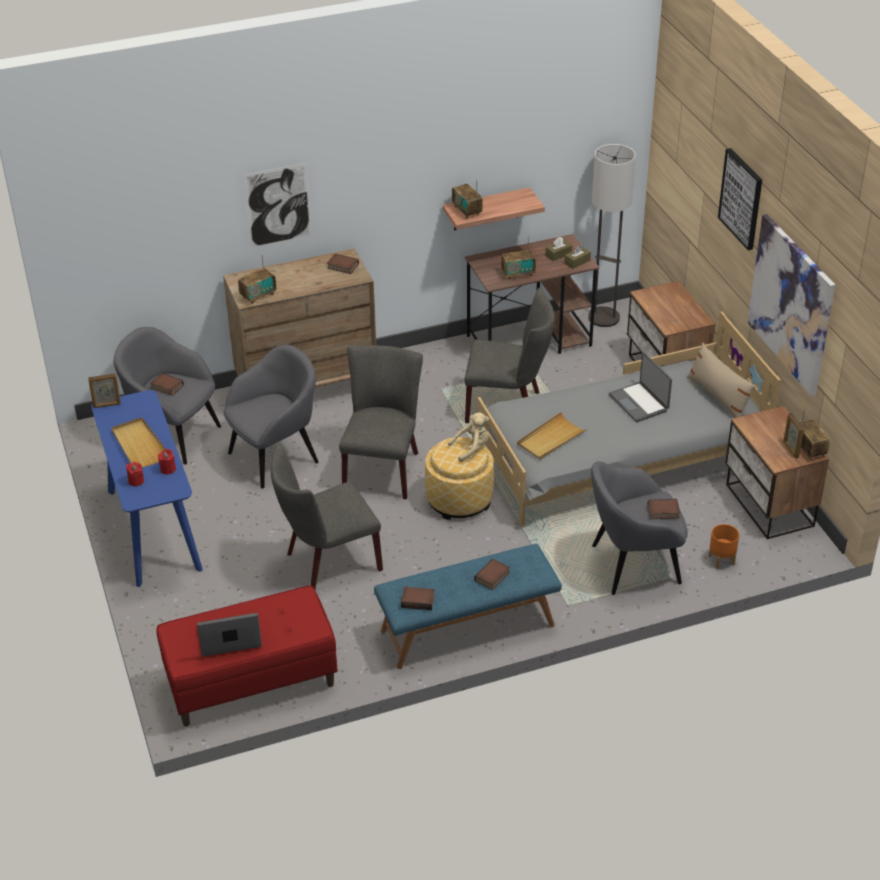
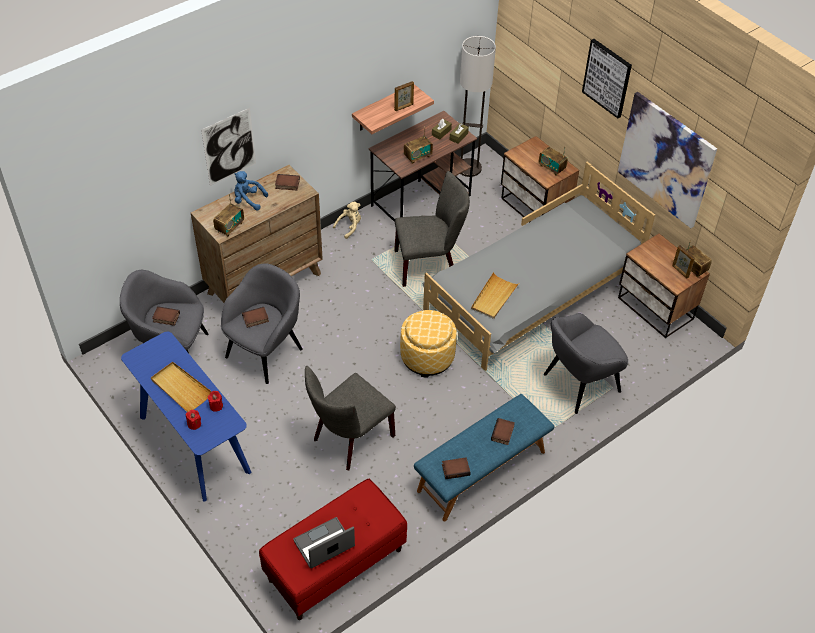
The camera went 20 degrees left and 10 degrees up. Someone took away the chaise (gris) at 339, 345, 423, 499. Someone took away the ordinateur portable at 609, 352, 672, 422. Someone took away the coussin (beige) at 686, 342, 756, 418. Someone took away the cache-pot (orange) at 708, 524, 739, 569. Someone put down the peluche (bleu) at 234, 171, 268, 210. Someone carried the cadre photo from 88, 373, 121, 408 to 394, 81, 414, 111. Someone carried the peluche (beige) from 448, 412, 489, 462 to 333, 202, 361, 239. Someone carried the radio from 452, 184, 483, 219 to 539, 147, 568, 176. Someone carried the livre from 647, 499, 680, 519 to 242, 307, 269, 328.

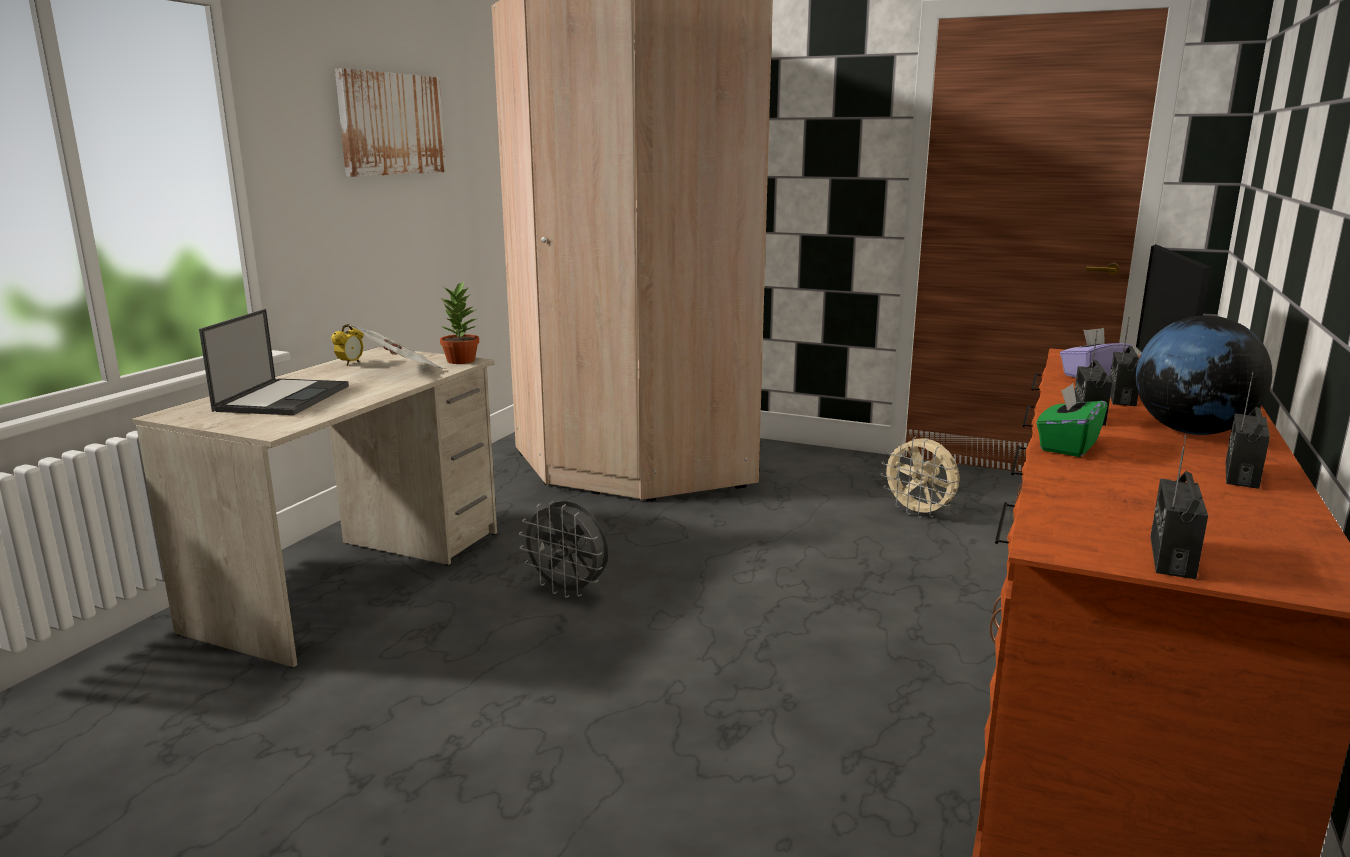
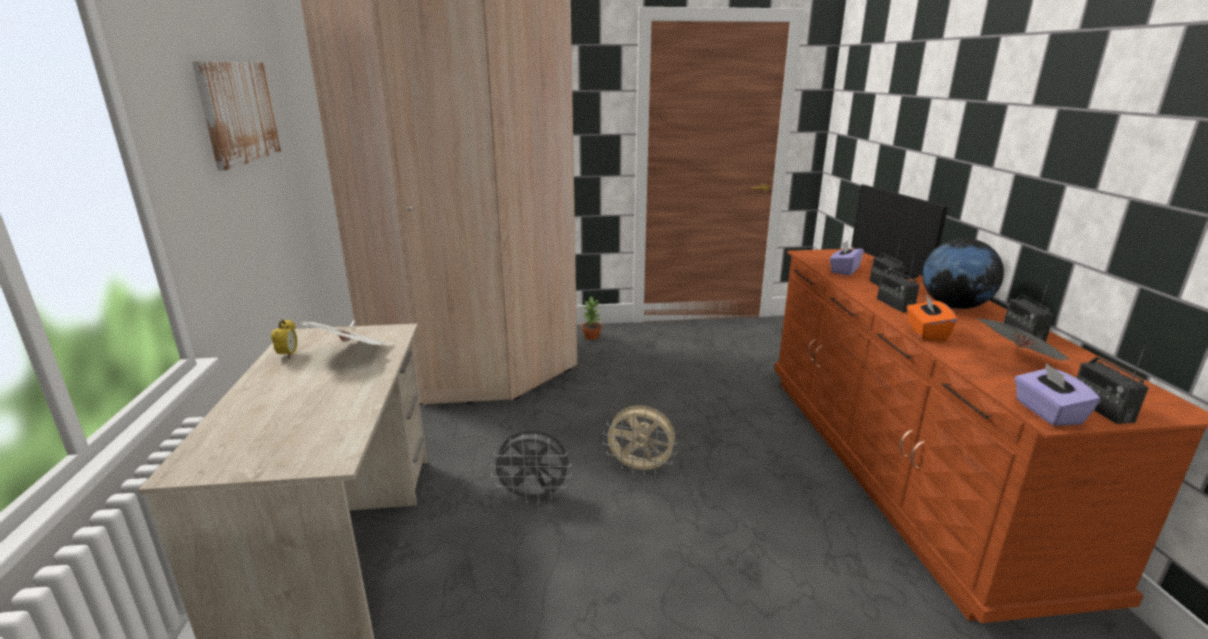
The camera went 30 degrees left and 5 degrees up. Someone took away the ordinateur portable at 199, 309, 349, 415. Someone put down the journal at 976, 318, 1071, 362. Someone put down the boîte à mouchoirs (violet) at 1015, 362, 1100, 426. Someone carried the plante en pot from 440, 280, 479, 364 to 582, 296, 602, 340. Someone carried the ventilateur (beige) from 880, 437, 960, 518 to 603, 405, 677, 476. Someone repainted the boîte à mouchoirs (vert) at 1036, 383, 1107, 457, which became the boîte à mouchoirs (orange) at 907, 295, 957, 341.

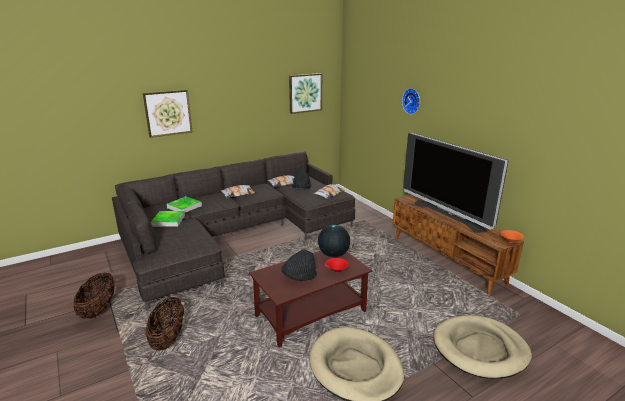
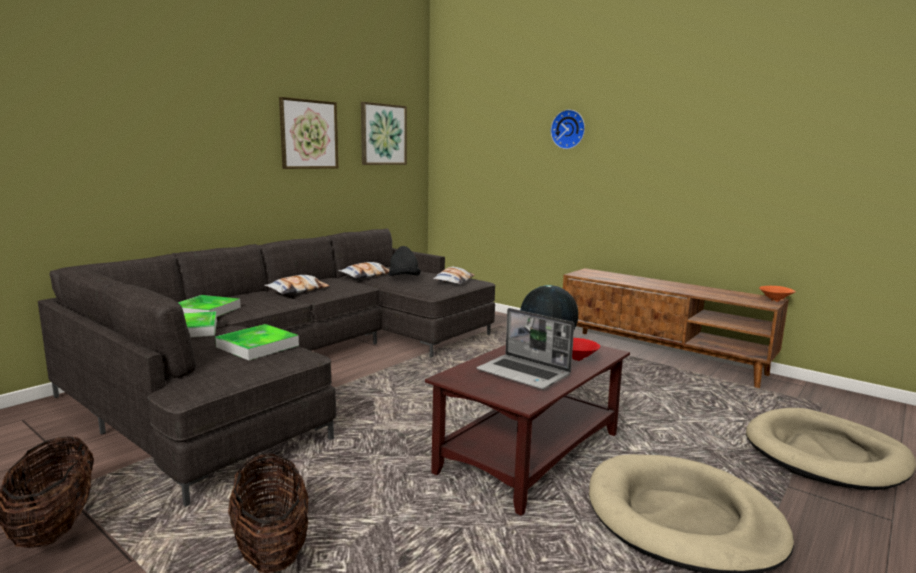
The camera went 20 degrees left and 10 degrees down. Someone took away the téléviseur at 403, 132, 509, 233. Someone put down the plateau at 215, 324, 299, 360. Someone carried the tableau from 143, 90, 193, 138 to 279, 97, 338, 169. Someone swapped the chapeau (noir) at 281, 250, 317, 281 for the ordinateur portable at 476, 308, 574, 389.

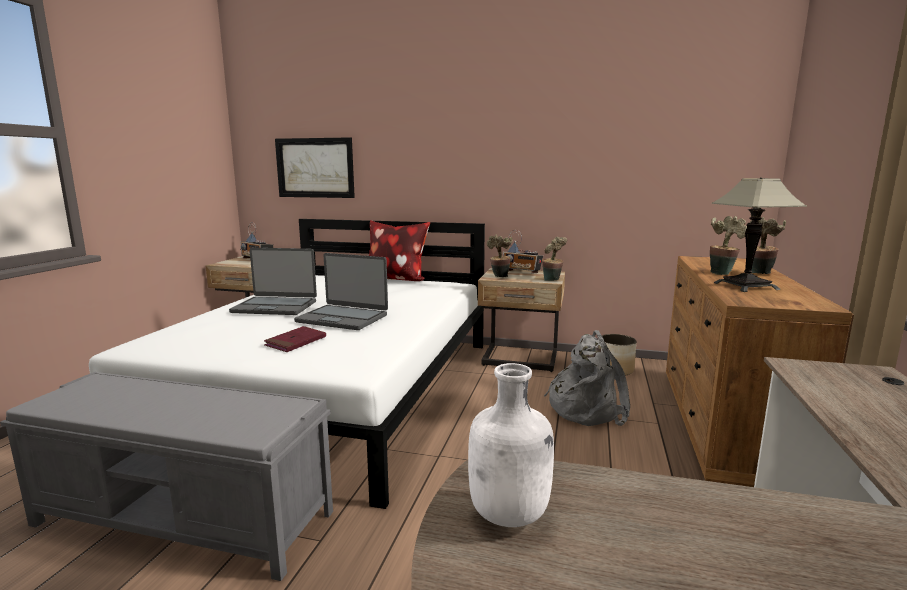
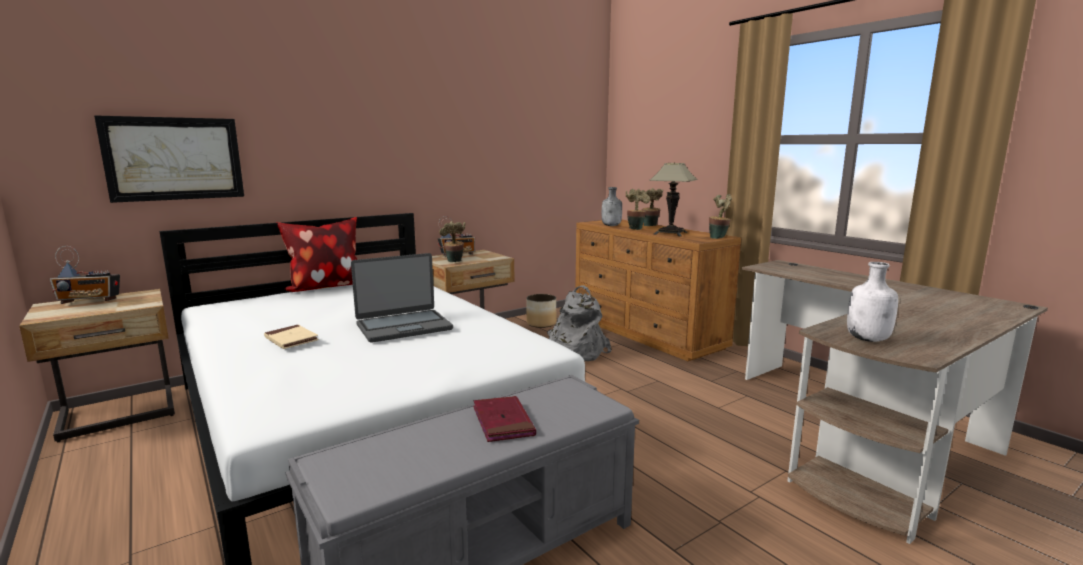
The camera went 50 degrees left and 0 degrees up. Someone put down the bouteille (gris) at 602, 187, 622, 226. Someone carried the livre (rouge) from 264, 326, 326, 352 to 473, 396, 536, 442. Someone carried the plante en pot from 542, 237, 567, 281 to 709, 194, 732, 239. Someone swapped the ordinateur portable at 229, 248, 317, 315 for the livre (beige) at 264, 325, 319, 349.

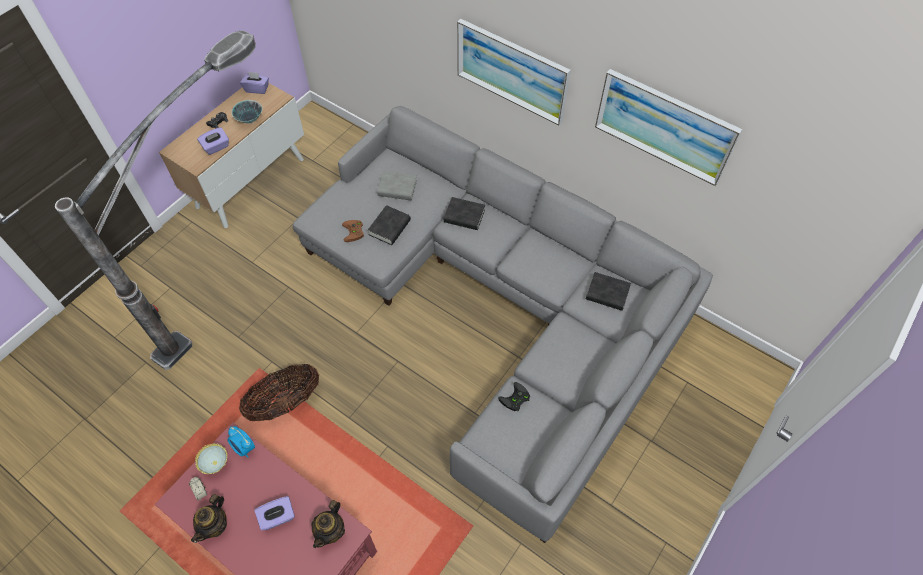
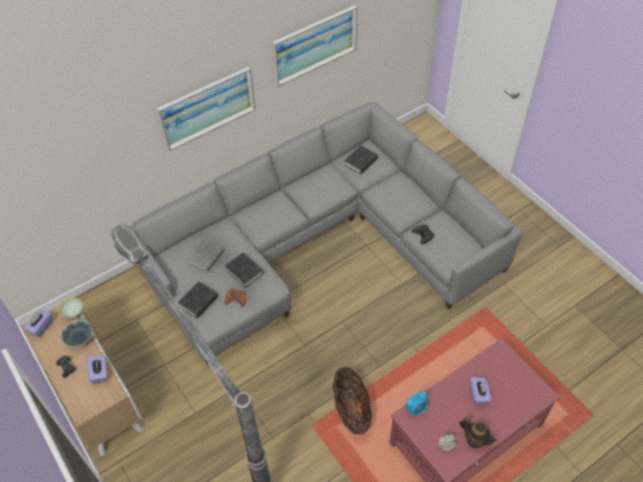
The camera went 70 degrees left and 5 degrees down. Someone took away the théière at 311, 500, 345, 548. Someone carried the bol from 195, 443, 227, 474 to 58, 297, 83, 318. Someone carried the livre (noir) from 444, 197, 485, 230 to 178, 281, 218, 318.

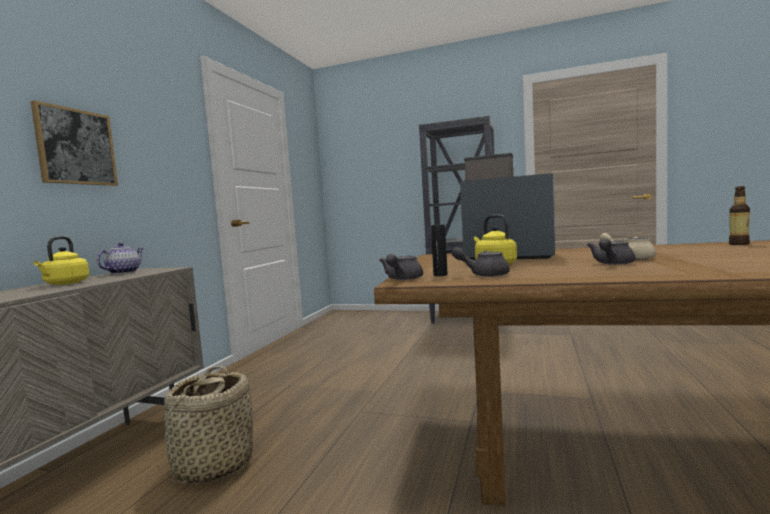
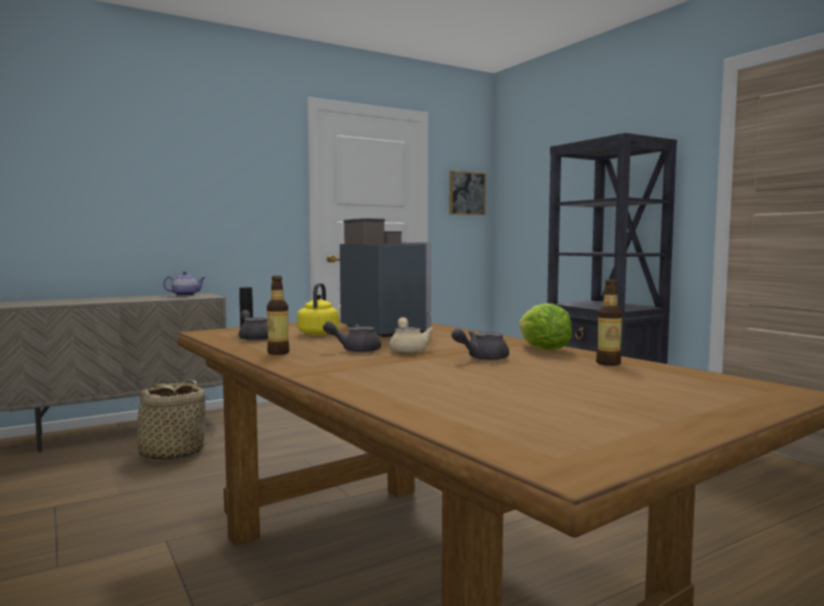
The camera went 40 degrees right and 0 degrees up. Someone took away the bouilloire (jaune) at 33, 236, 90, 285. Someone put down the bouteille at 267, 276, 289, 355. Someone put down the laitue at 519, 303, 572, 350. Someone carried the tableau from 31, 100, 118, 186 to 450, 170, 486, 215. Someone carried the théière (gris) from 379, 254, 423, 280 to 452, 328, 509, 361.

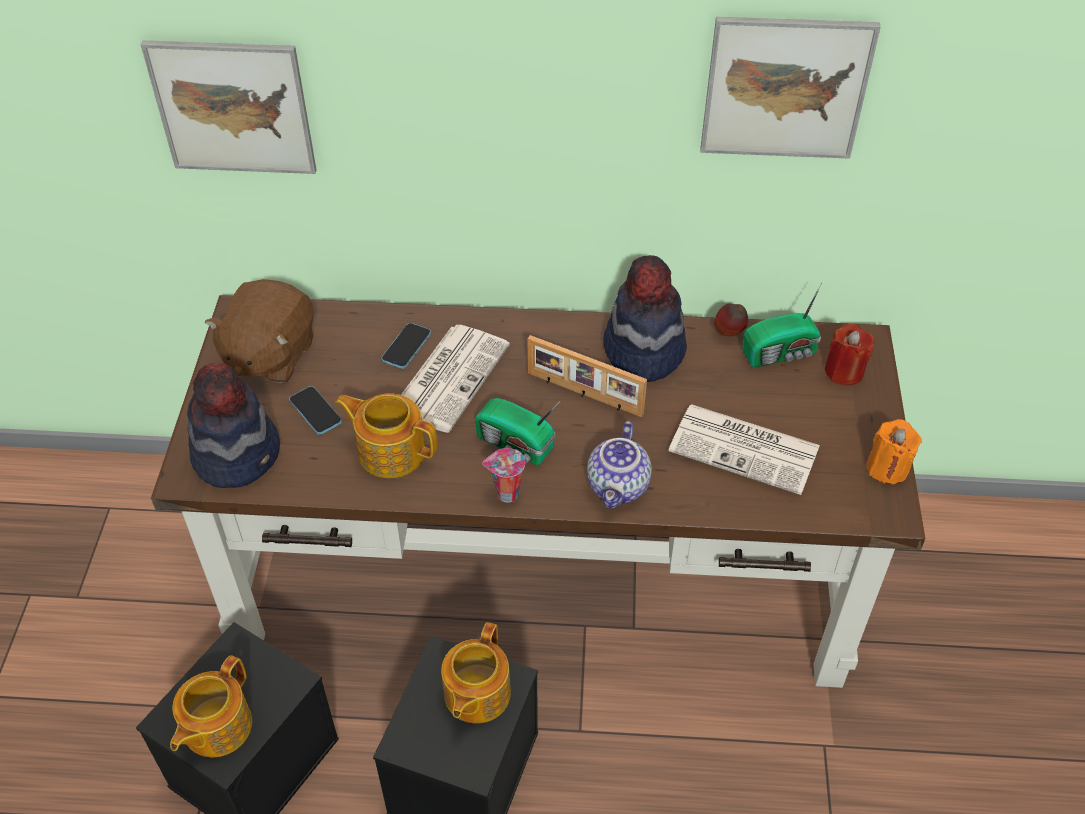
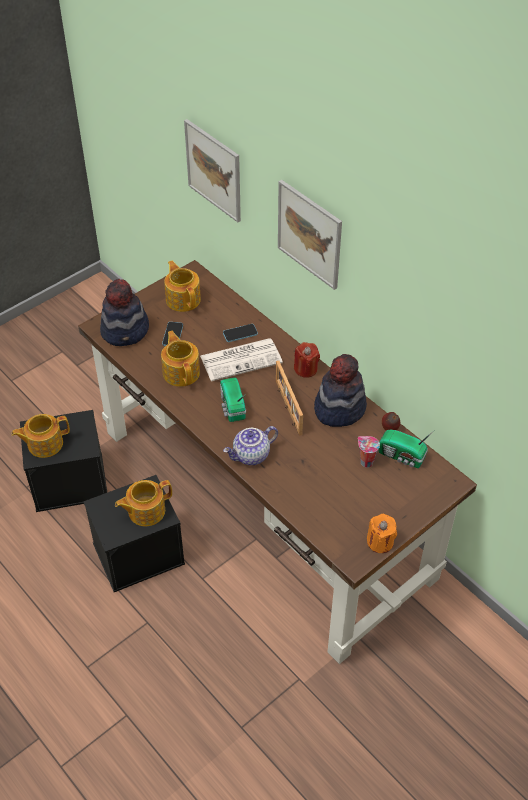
The camera went 45 degrees right and 0 degrees up. Someone took away the journal at 669, 404, 820, 495. Someone carried the tasse from 482, 448, 525, 502 to 358, 436, 380, 468. Someone carried the tableau from 700, 17, 881, 159 to 278, 180, 342, 290. Someone carried the bougie (rouge) from 825, 323, 874, 385 to 294, 342, 320, 378. Someone swapped the peluche (marron) at 205, 279, 314, 383 for the théière at 164, 261, 201, 312.

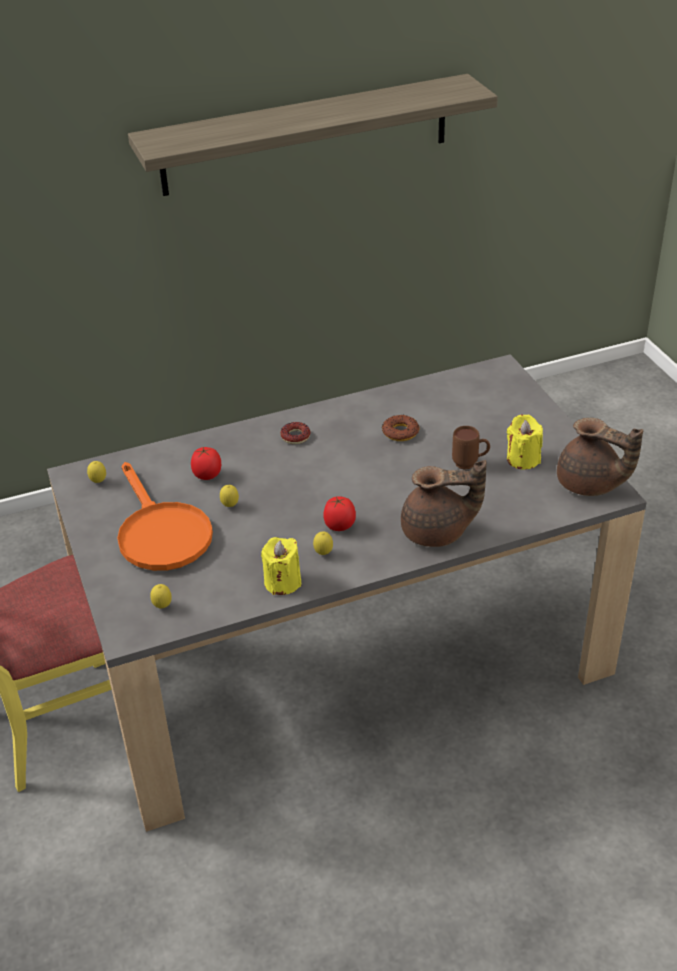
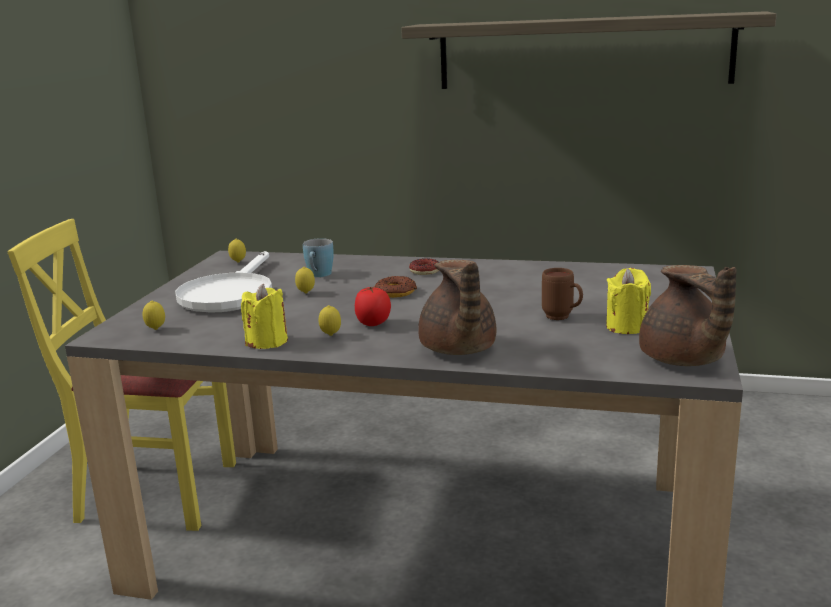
The camera went 35 degrees right and 20 degrees down. Someone carried the beignet from 382, 415, 419, 441 to 375, 276, 417, 298. Someone swapped the tomate at 191, 447, 221, 480 for the mug (bleu) at 303, 238, 334, 277. Someone repainted the poêle (orange) at 117, 462, 213, 571, which became the poêle (blanc) at 175, 251, 272, 313. Someone rotated the théière (marron) at 401, 460, 487, 547 by 45 degrees clockwise.

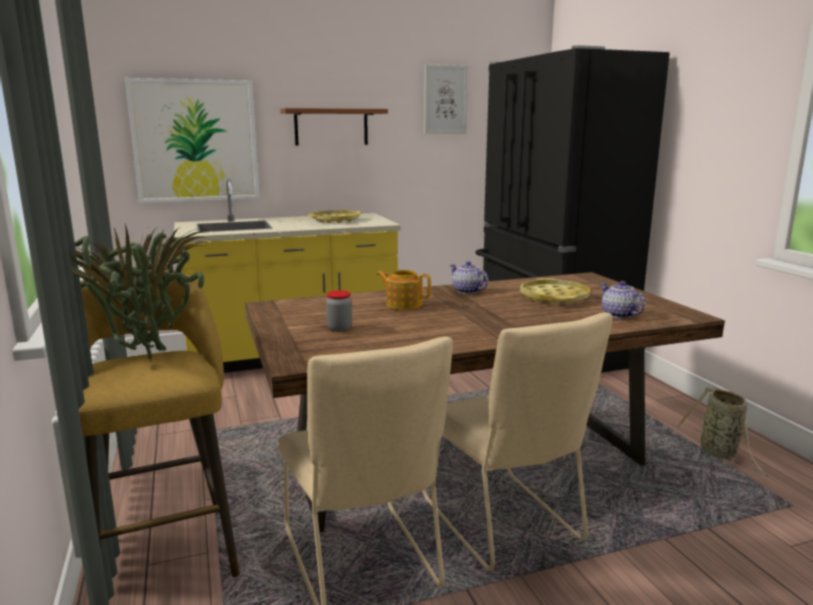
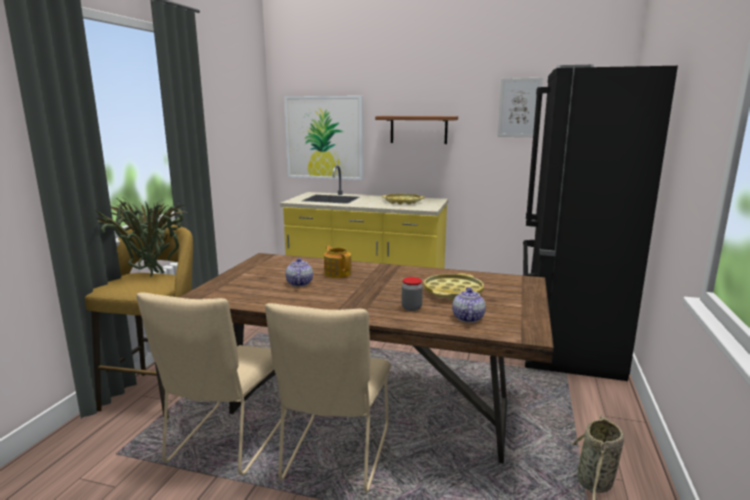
The camera went 35 degrees right and 0 degrees up. Someone carried the bocal from 326, 290, 352, 332 to 401, 277, 423, 311. Someone carried the théière from 450, 261, 488, 294 to 286, 258, 313, 287.

